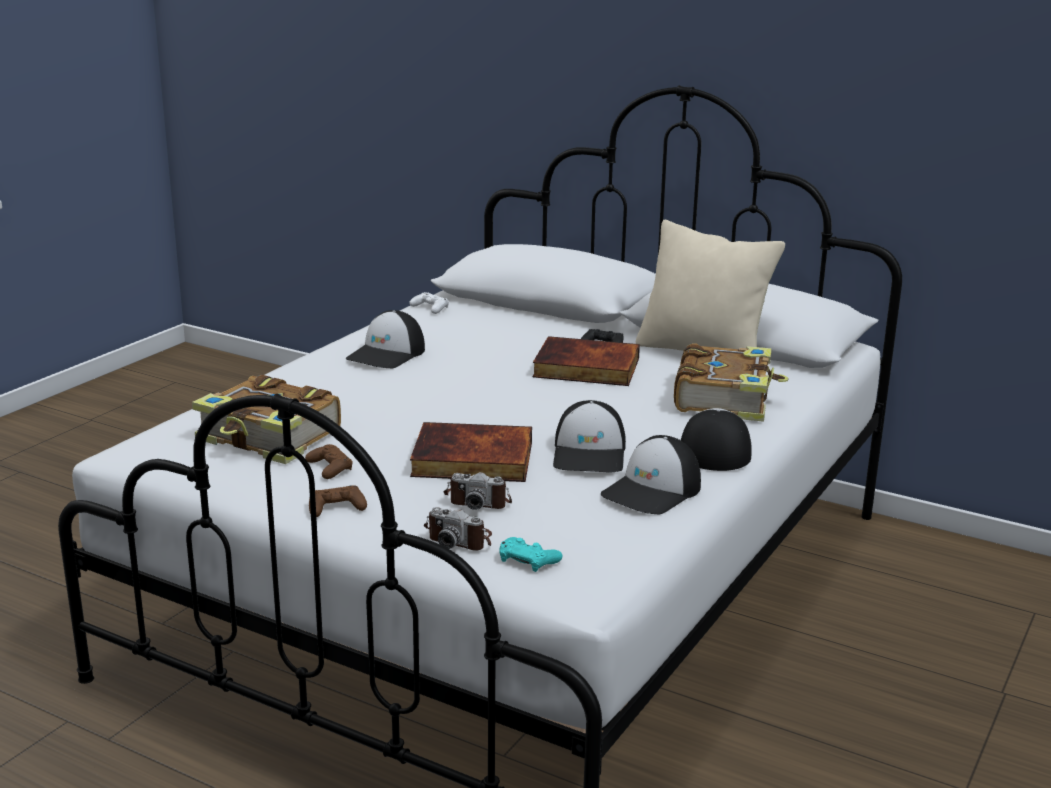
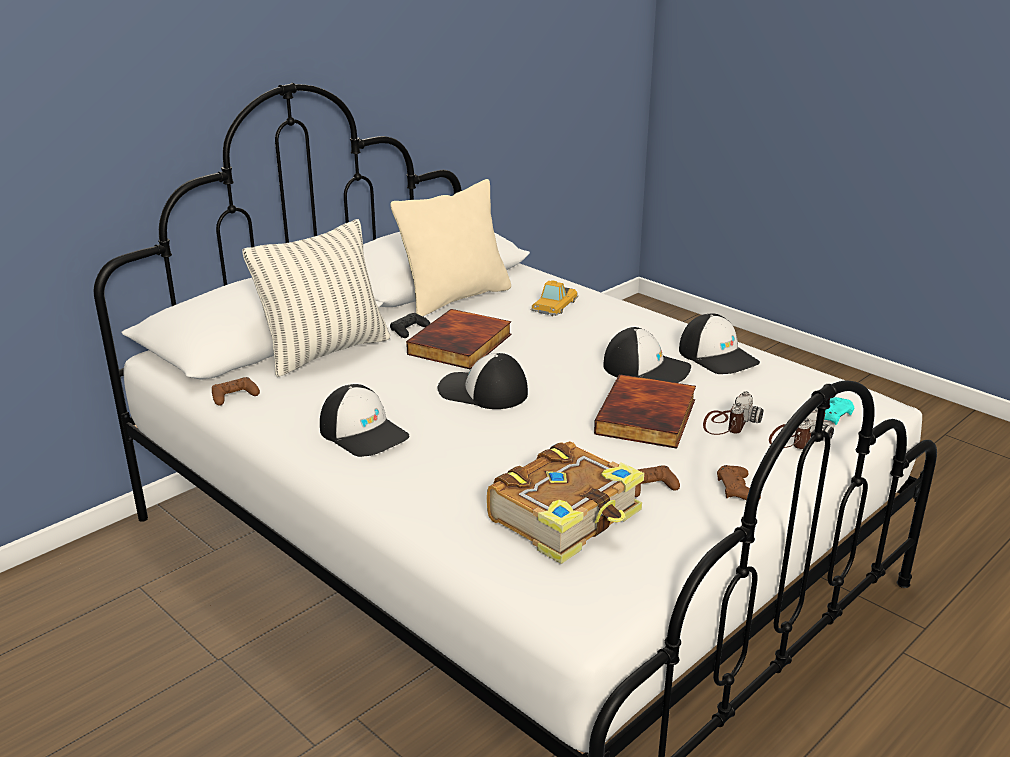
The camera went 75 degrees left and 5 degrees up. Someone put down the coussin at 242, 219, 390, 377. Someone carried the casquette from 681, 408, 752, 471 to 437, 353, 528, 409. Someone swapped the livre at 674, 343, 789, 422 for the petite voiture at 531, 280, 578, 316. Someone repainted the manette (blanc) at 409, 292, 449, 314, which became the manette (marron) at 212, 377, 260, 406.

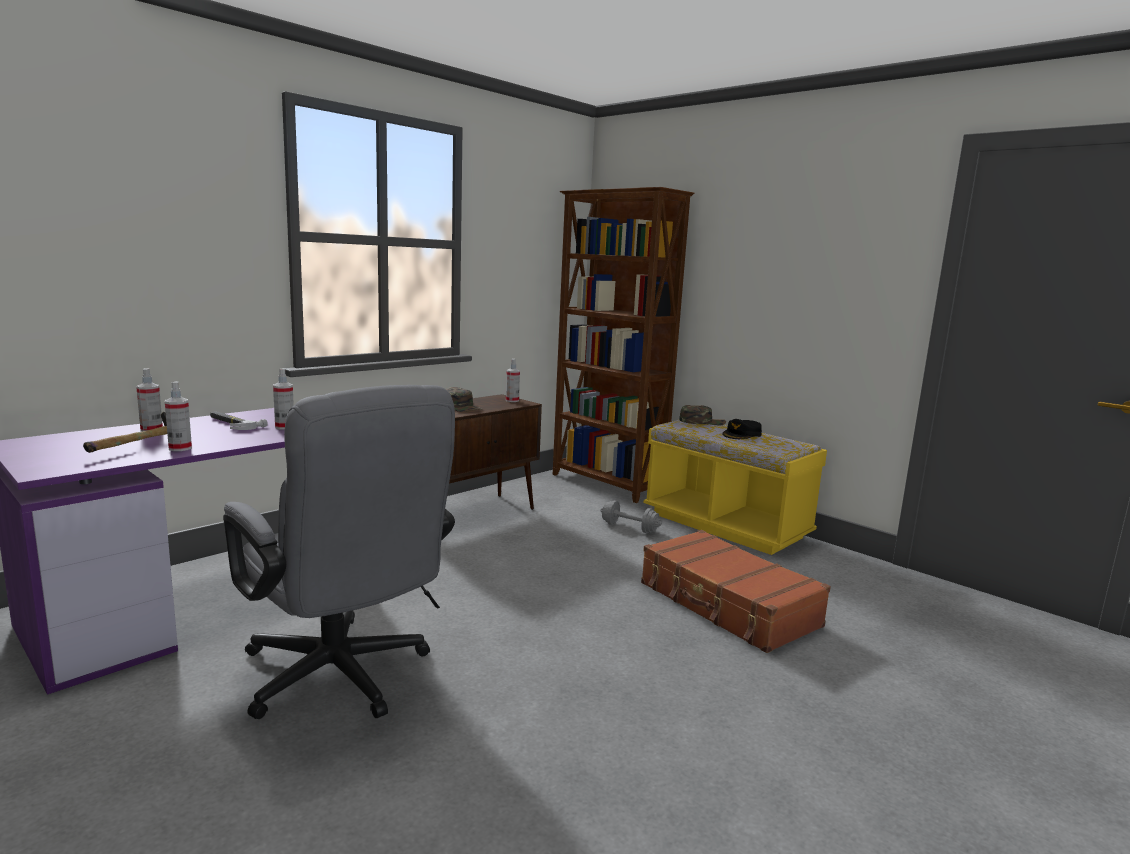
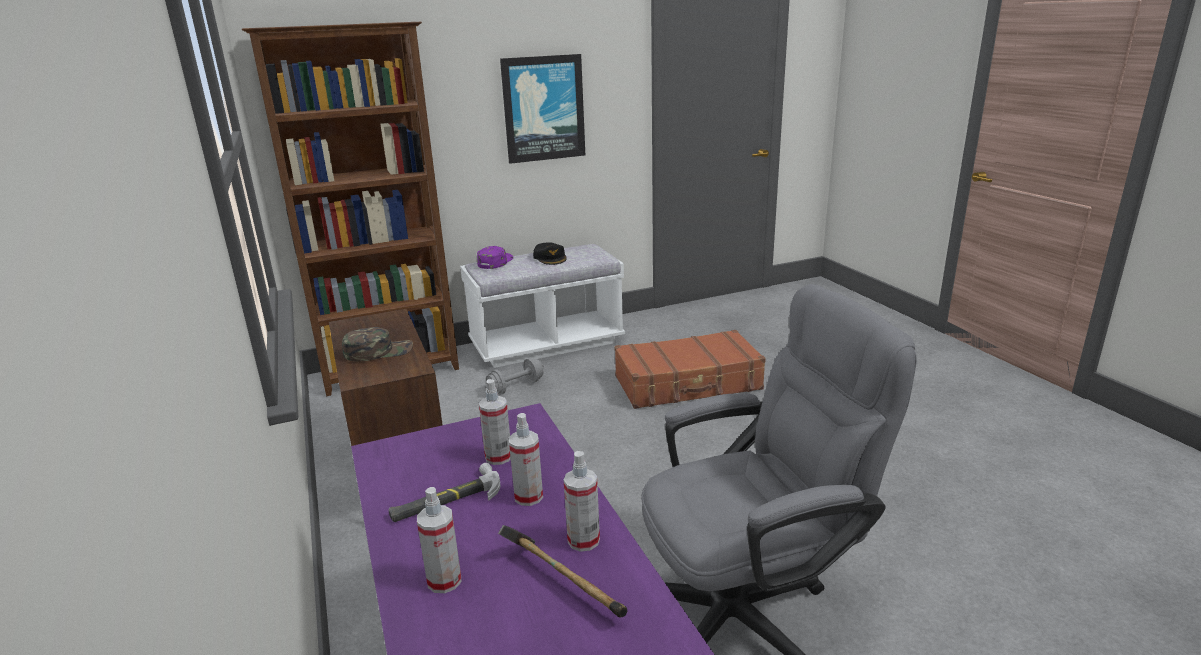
The camera went 65 degrees left and 10 degrees up. Someone put up the tableau at 500, 54, 585, 164. Someone carried the vaporisateur from 506, 359, 520, 402 to 509, 413, 543, 506. Someone repainted the banc (jaune) at 644, 420, 827, 555, which became the banc (blanc) at 460, 244, 625, 368. Someone repainted the casquette (vert) at 679, 405, 726, 425, which became the casquette (violet) at 477, 246, 513, 269.

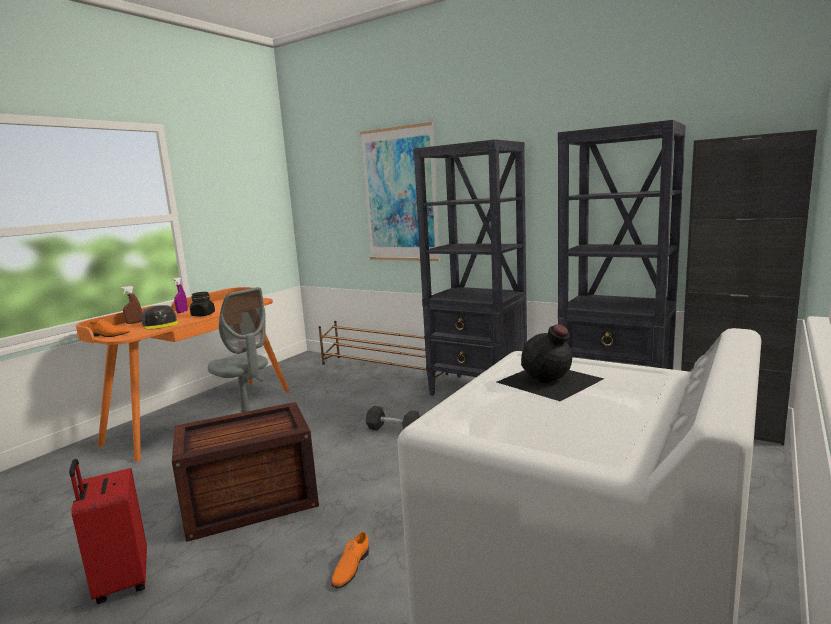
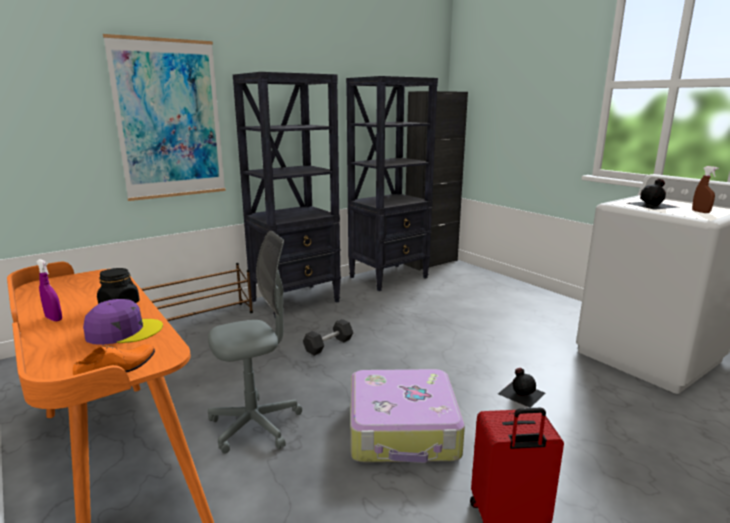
The camera went 70 degrees left and 5 degrees up. Someone carried the vaporisateur (marron) from 121, 286, 142, 324 to 692, 166, 719, 213. Someone swapped the caisse at 172, 402, 319, 542 for the valise at 351, 369, 465, 463. Someone swapped the chaussure (orange) at 332, 532, 369, 588 for the bouteille (noir) at 498, 368, 545, 408. Someone repainted the casquette (gris) at 141, 305, 179, 330, which became the casquette (violet) at 83, 299, 163, 345.

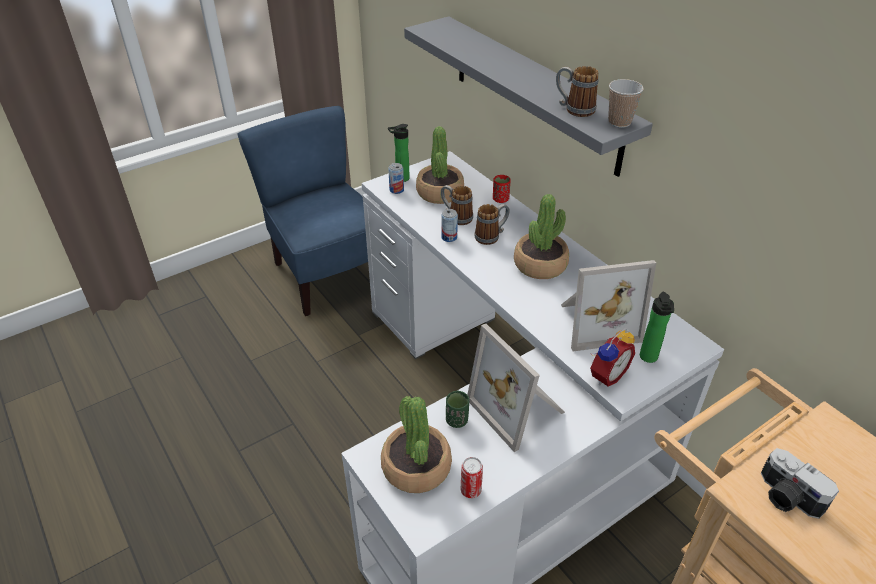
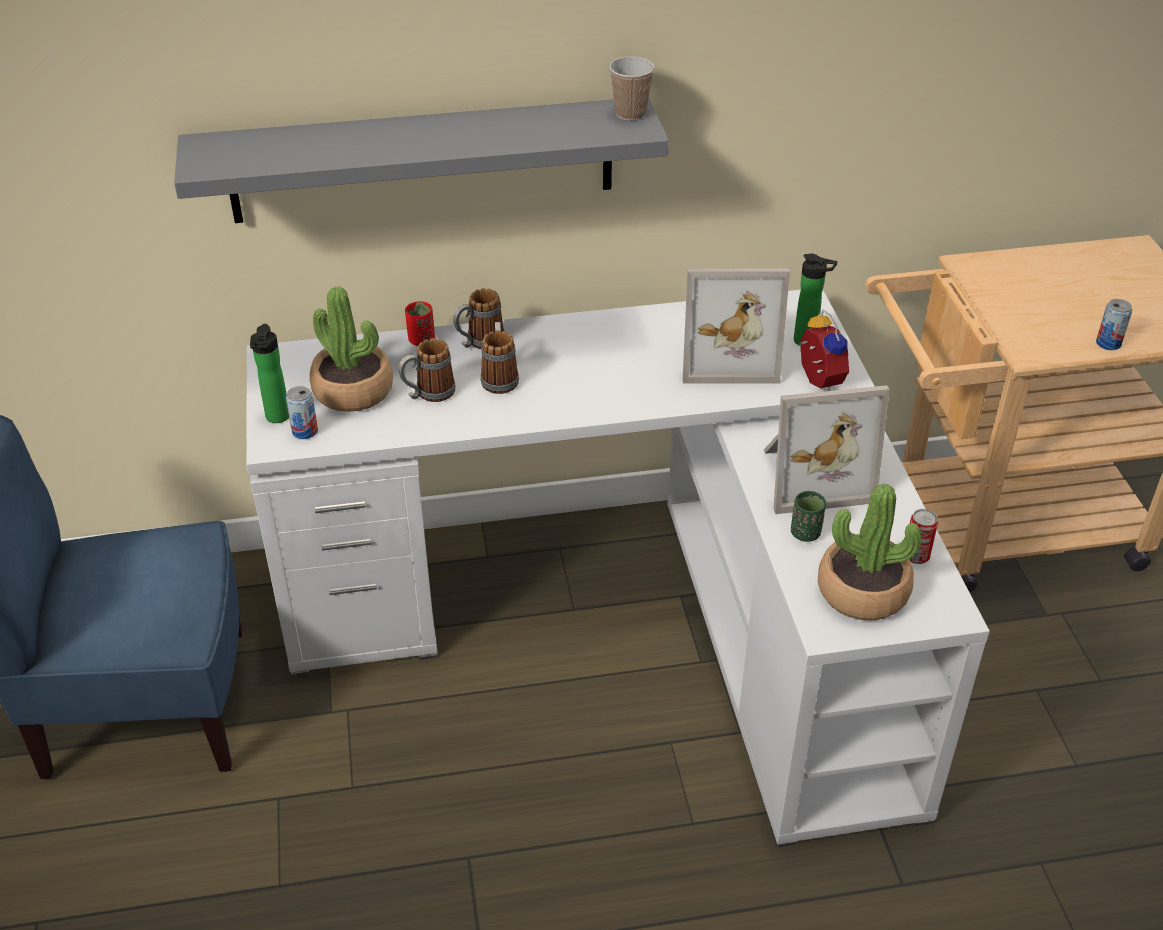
The camera went 65 degrees left and 0 degrees up. Someone took away the plante en pot at 514, 194, 569, 279. Someone took away the appareil photo at 761, 448, 839, 519. Someone carried the boîte métallique from 441, 209, 458, 242 to 1096, 299, 1132, 350. Someone carried the mug from 556, 66, 599, 117 to 453, 288, 504, 349. Someone rotated the cadre photo at 561, 260, 656, 351 by 75 degrees clockwise.

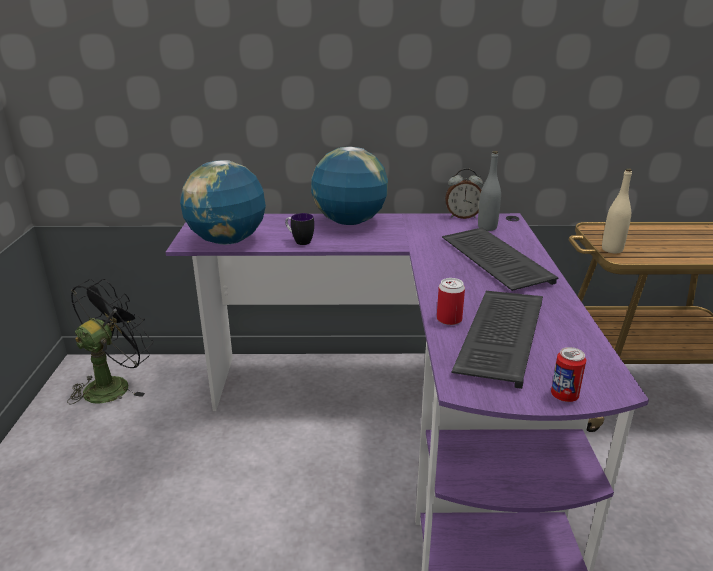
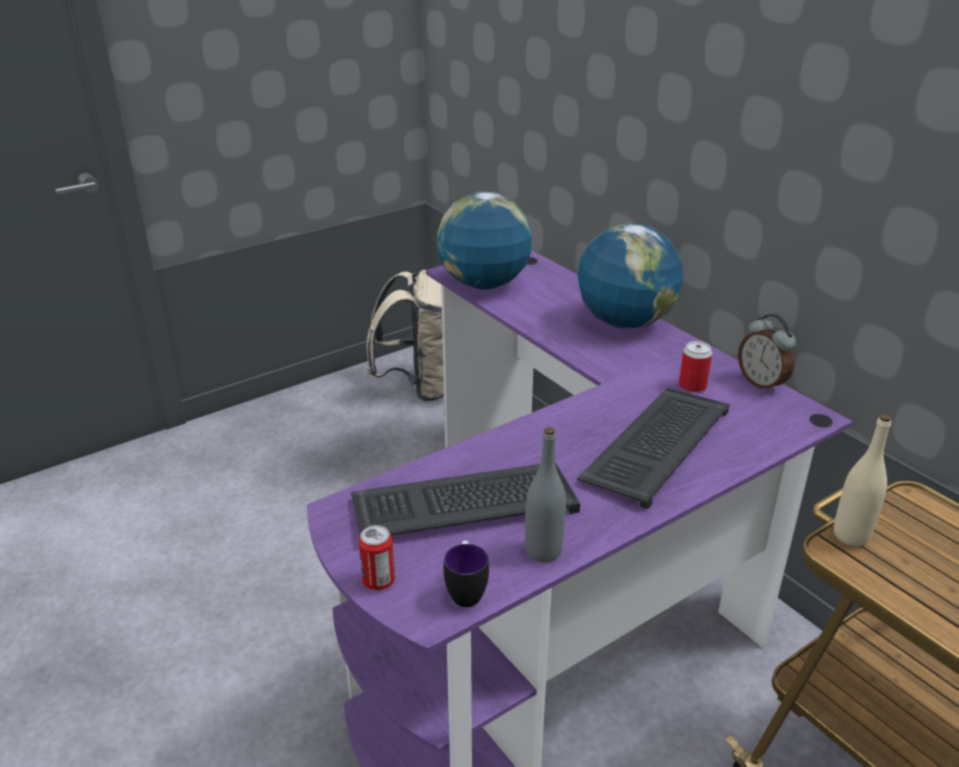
The camera went 55 degrees right and 5 degrees up. Someone carried the mug from 285, 213, 314, 245 to 444, 541, 489, 607. Someone carried the boîte métallique from 437, 278, 465, 325 to 679, 341, 712, 393. Someone carried the bouteille (gris) from 478, 151, 501, 231 to 525, 427, 566, 562. Someone swapped the ventilateur (noir) at 67, 279, 153, 405 for the sac à dos (beige) at 367, 270, 444, 402.

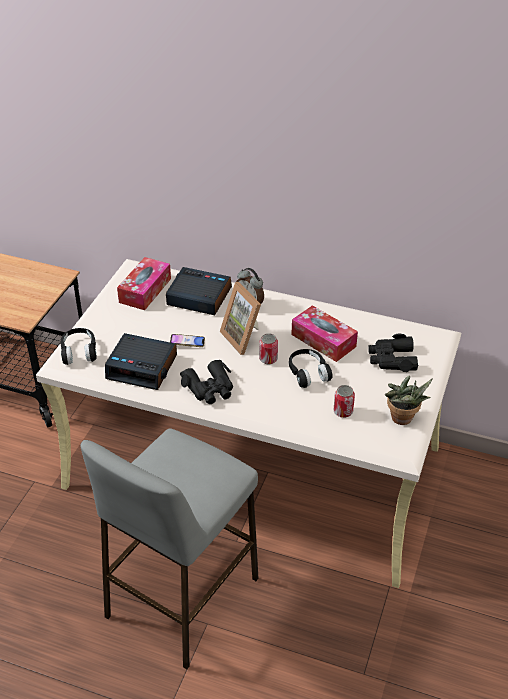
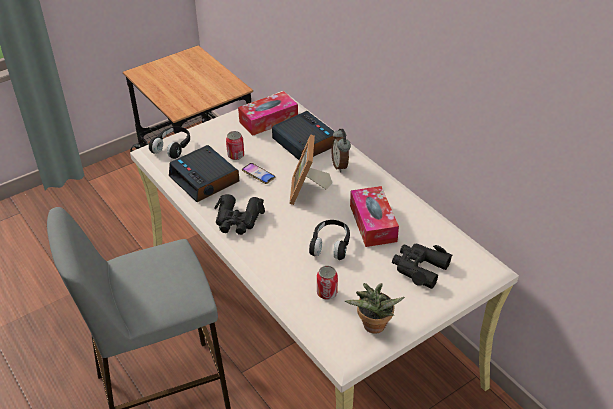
The camera went 35 degrees right and 0 degrees up. Someone carried the boîte métallique from 259, 333, 278, 364 to 226, 131, 244, 160.

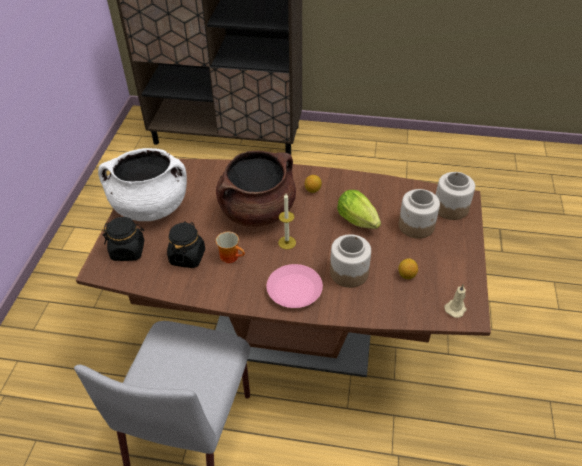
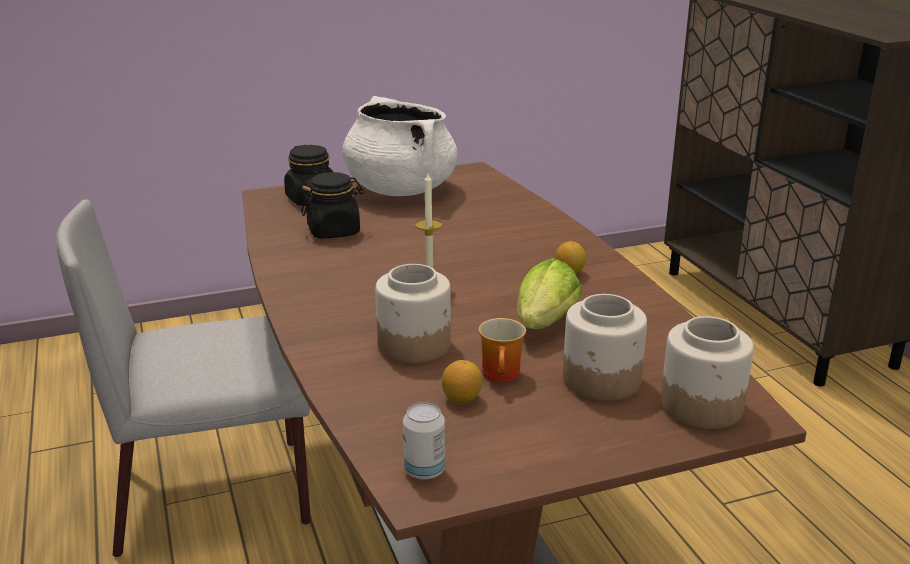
The camera went 60 degrees right and 20 degrees down. Someone took away the marmite (marron) at 216, 151, 296, 227. Someone took away the assiette (rose) at 267, 264, 323, 308. Someone carried the mug from 216, 232, 245, 263 to 479, 318, 526, 382. Someone swapped the bougie (beige) at 444, 285, 467, 318 for the boîte métallique at 403, 402, 445, 480.

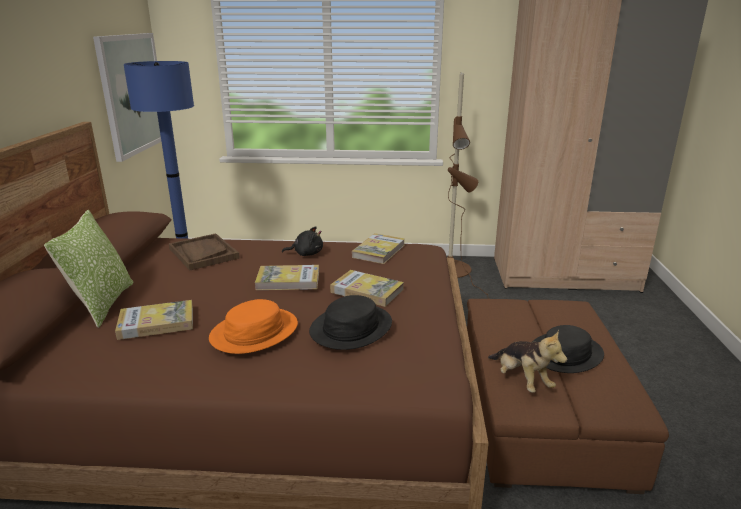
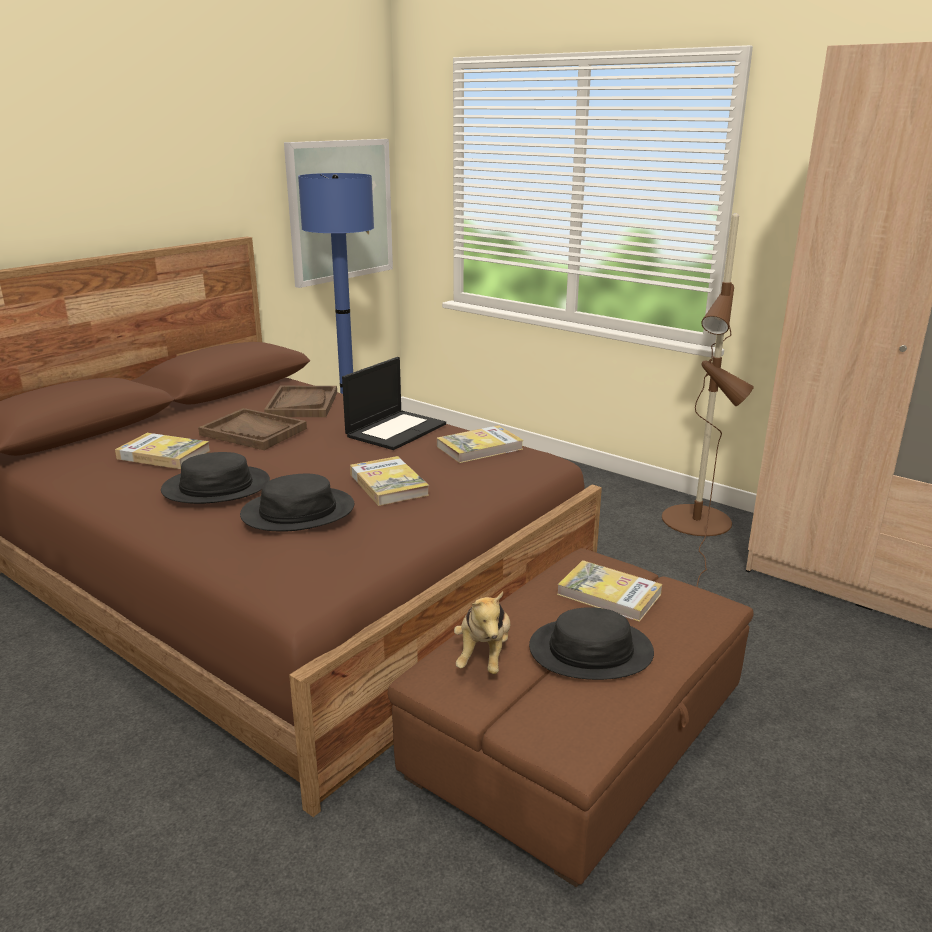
The camera went 35 degrees right and 0 degrees up. Someone took away the coussin at 44, 210, 134, 328. Someone put down the plateau (marron) at 198, 408, 307, 450. Someone carried the livre from 255, 265, 319, 290 to 557, 560, 662, 622. Someone swapped the peluche (noir) at 282, 226, 323, 256 for the ordinateur portable at 342, 357, 446, 450. Someone repainted the chapeau (orange) at 209, 299, 298, 354, which became the chapeau (noir) at 161, 452, 270, 504.

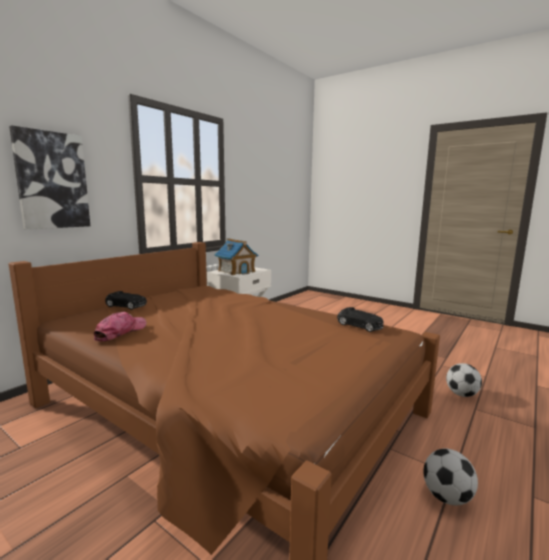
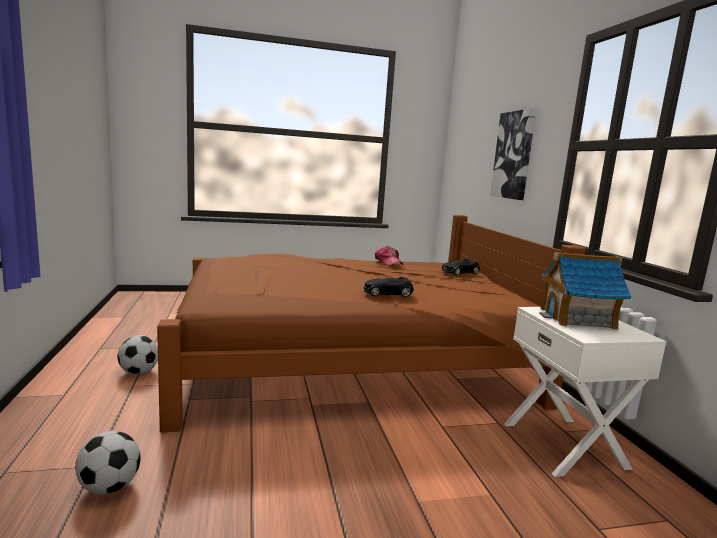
The camera went 130 degrees right and 0 degrees up. Someone carried the petite voiture (noir) from 337, 307, 384, 332 to 363, 277, 414, 297.

